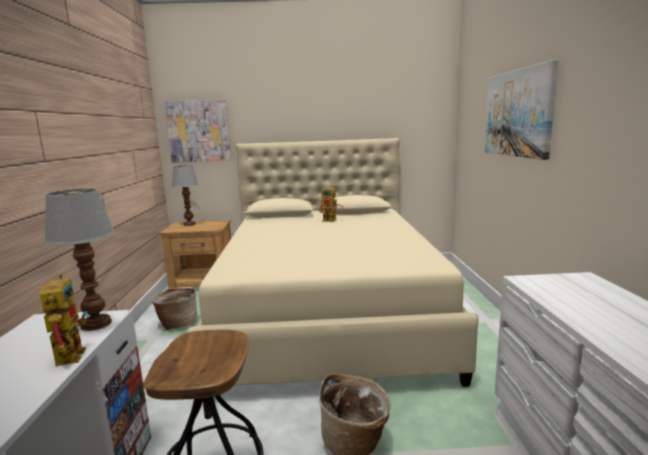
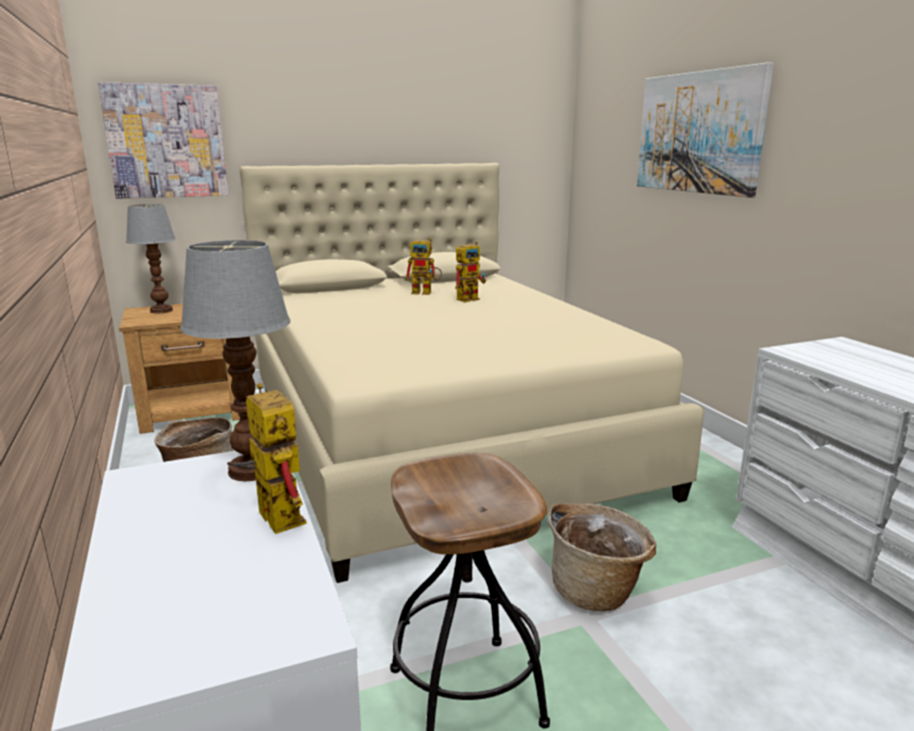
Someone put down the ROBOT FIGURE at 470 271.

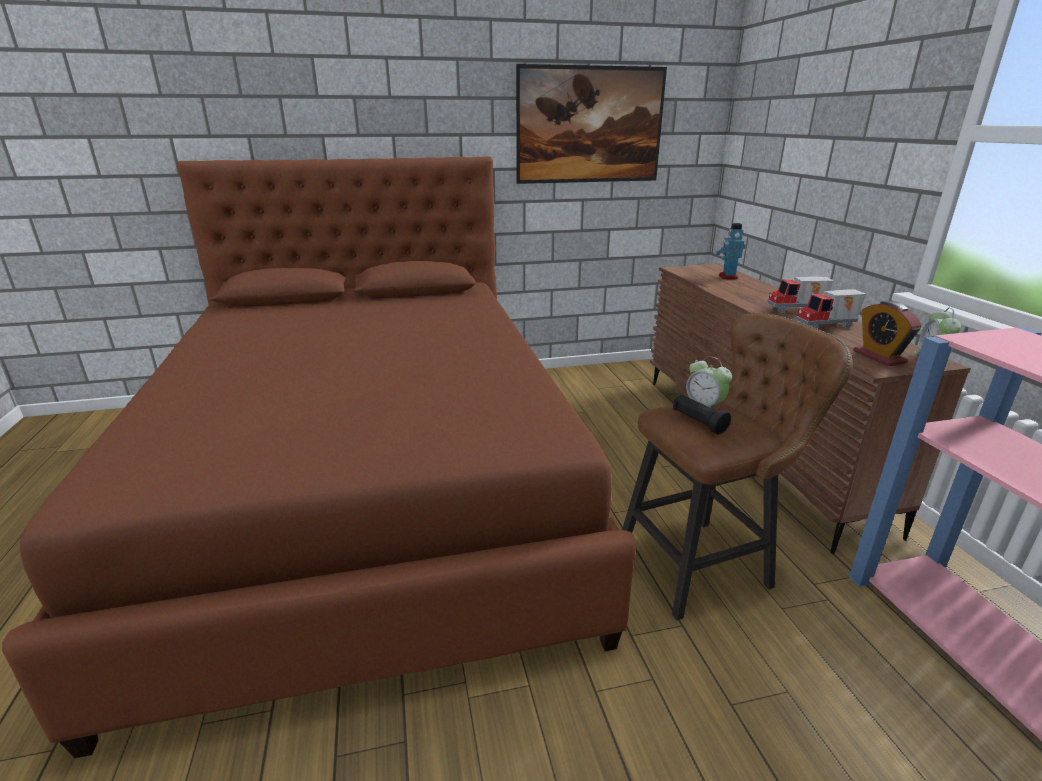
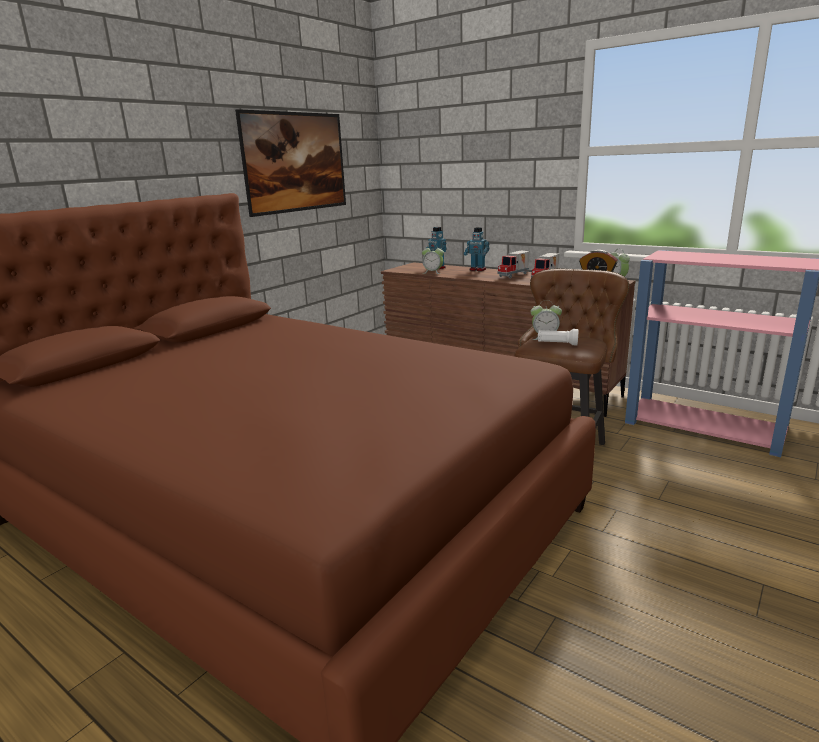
Someone repainted the BLACK-COLOURED FLASHLIGHT at 702 414, which became the WHITISH FLASHLIGHT at 558 337. Someone put down the ROBOT FIGURE at 476 249. Someone put down the ALARM CLOCK at 433 259.

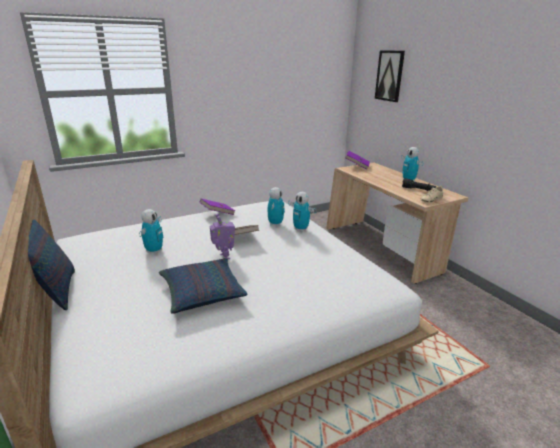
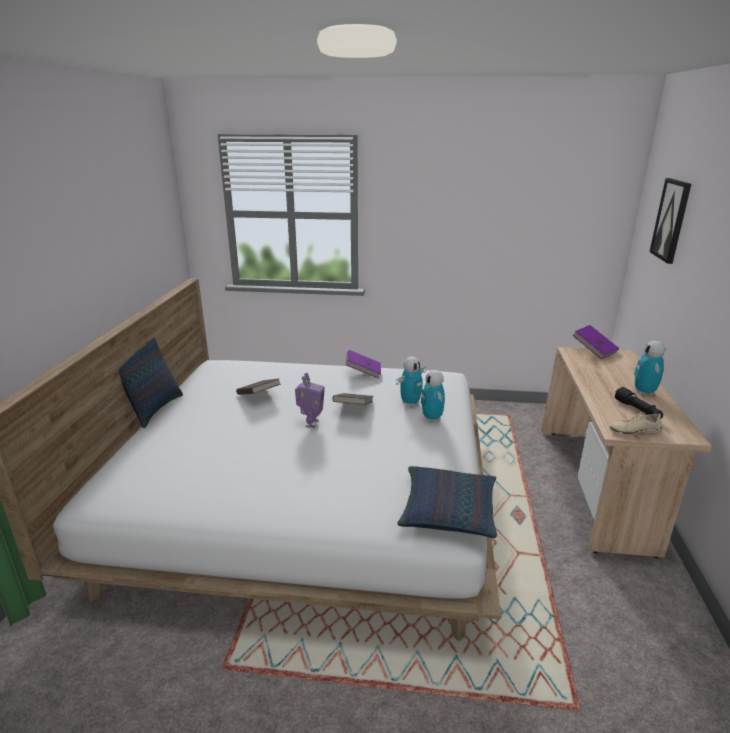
Someone swapped the ROBOT FIGURE at 151 231 for the BROWN BOOK at 258 386. Someone carried the BLUE-COLOURED THROW PILLOW from 203 286 to 447 502.

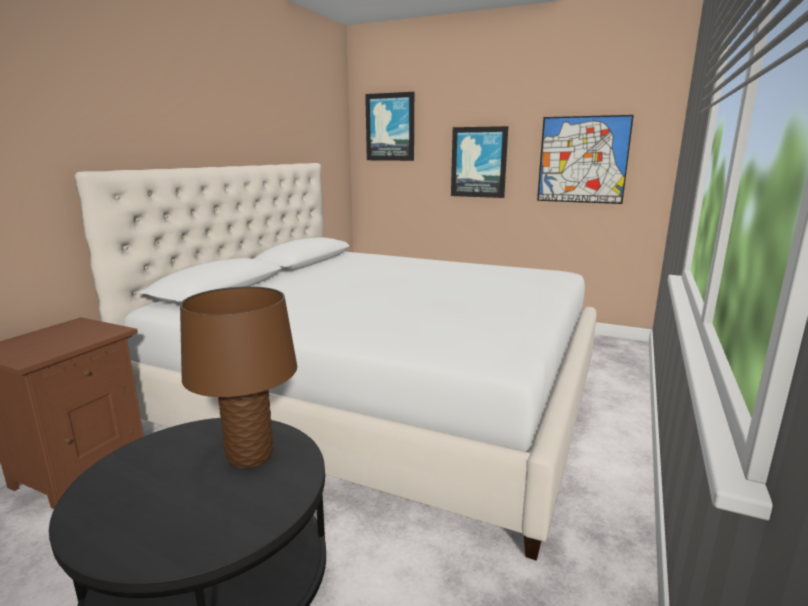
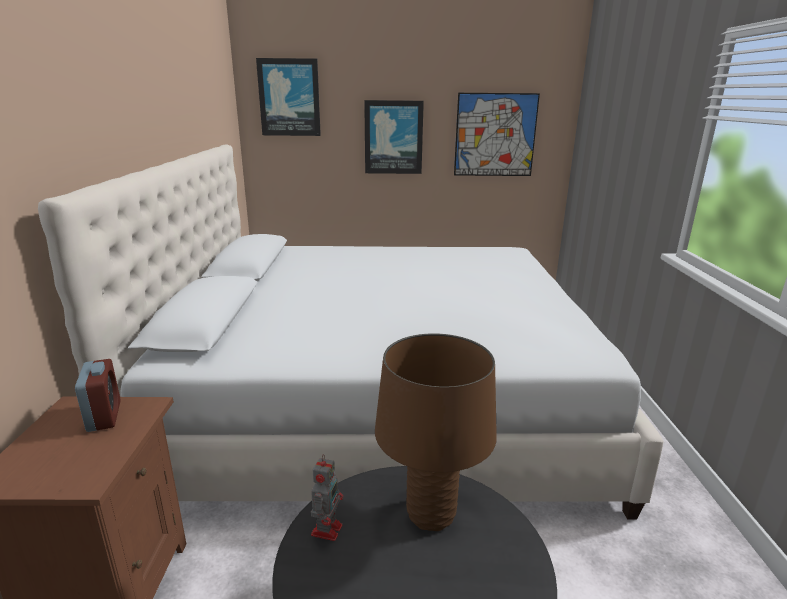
Someone put down the ALARM CLOCK at 98 395. Someone put down the ROBOT FIGURE at 327 497.

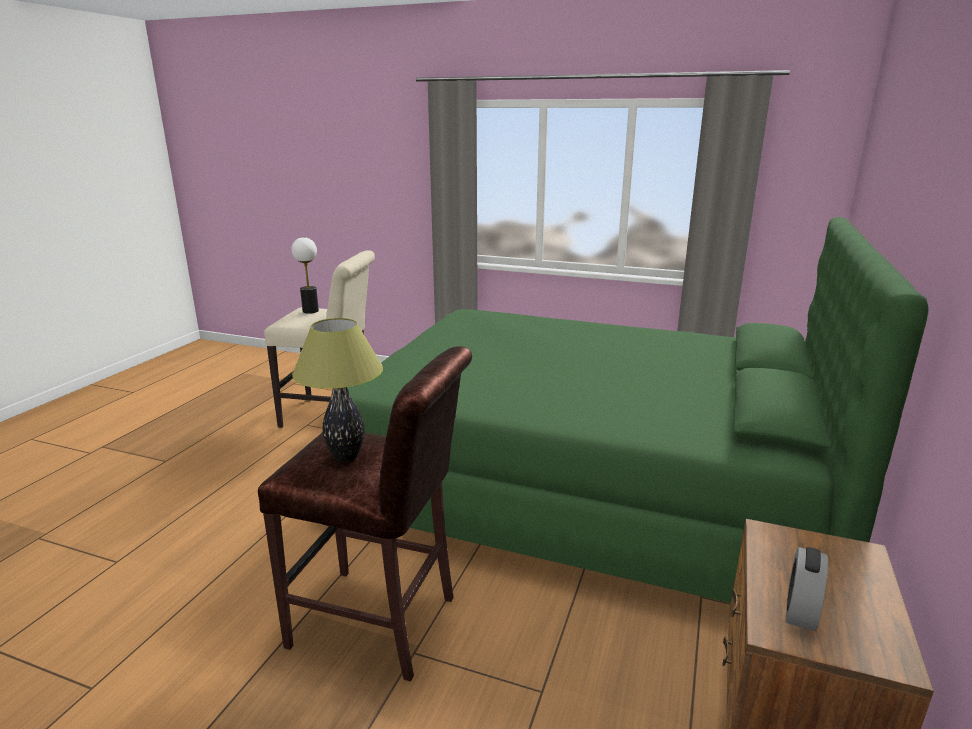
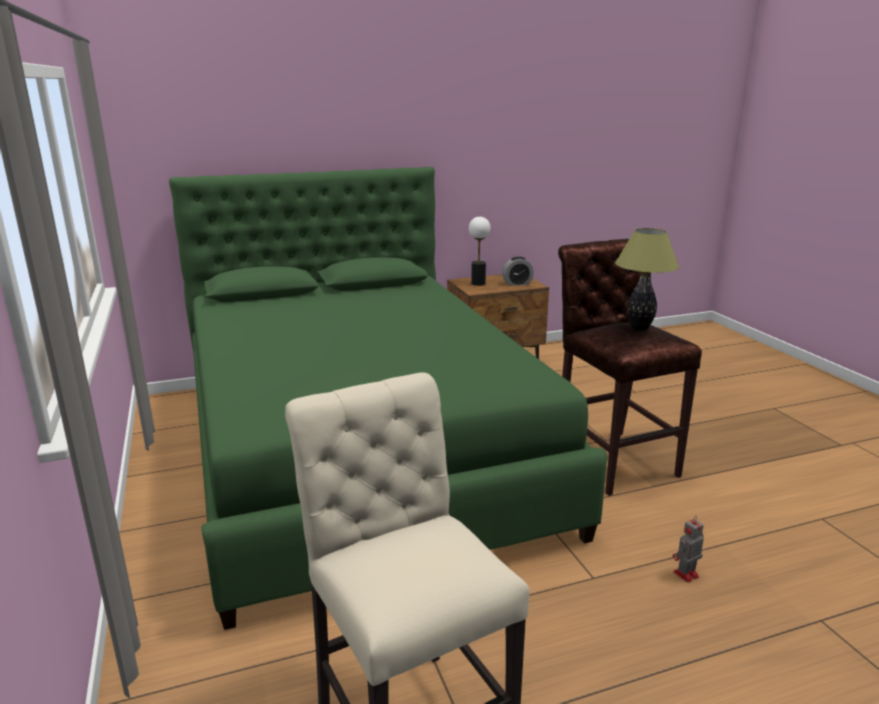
Someone carried the TABLE LAMP from 305 275 to 480 251. Someone put down the ROBOT FIGURE at 688 549.

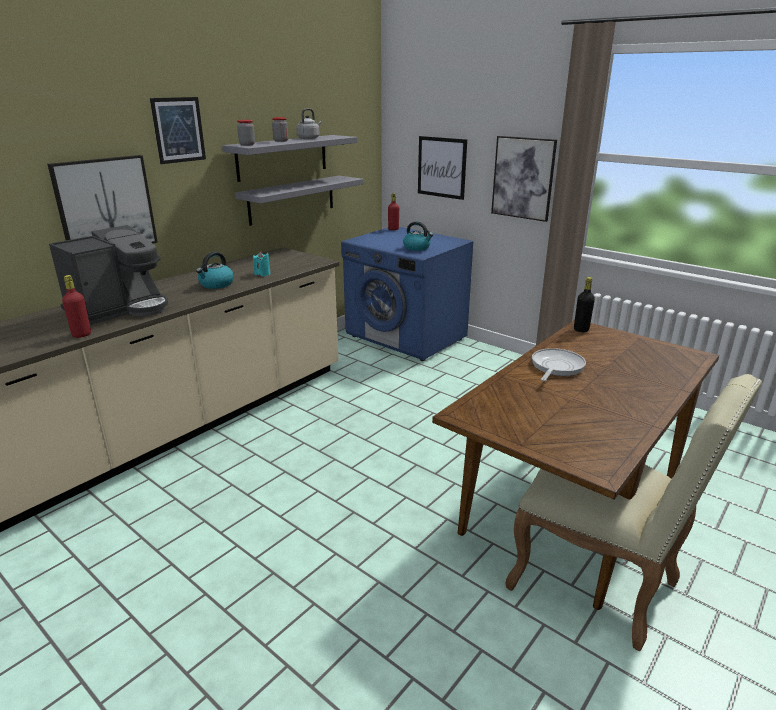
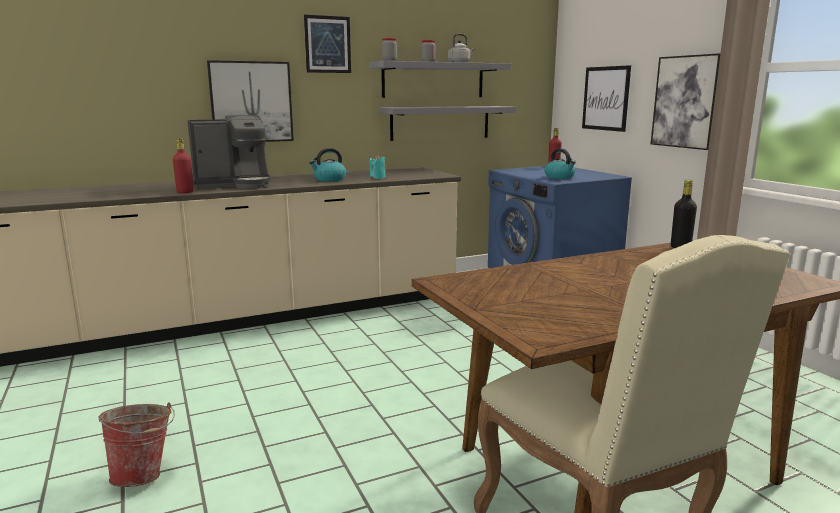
Someone took away the PAN at 559 364. Someone put down the PAIL at 136 444.

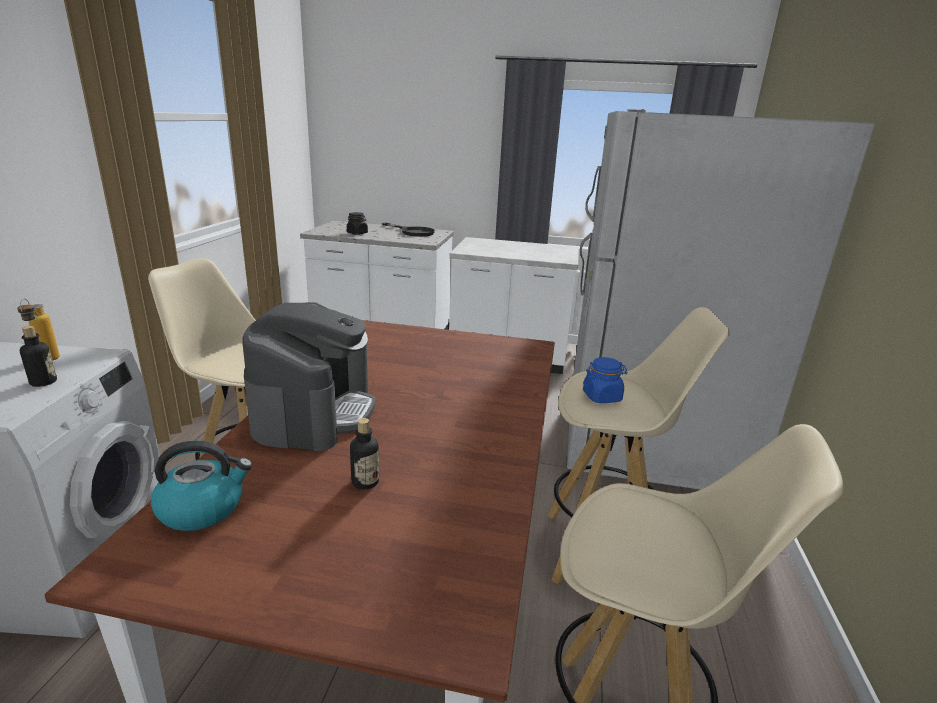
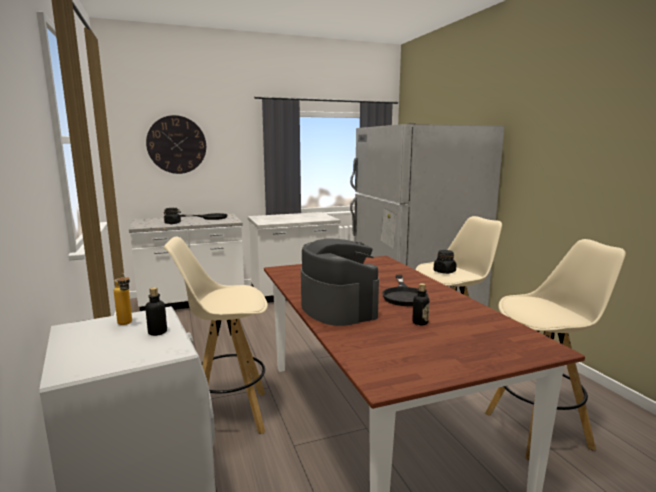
Someone repainted the BLUE-COLOURED PRESERVE JAR at 605 380, which became the BLACK-COLOURED PRESERVE JAR at 444 262. Someone took away the WATER KETTLE at 201 485. Someone put up the CLOCK ON THE WALL at 176 144. Someone put down the BLACK-COLOURED PAN at 405 290.

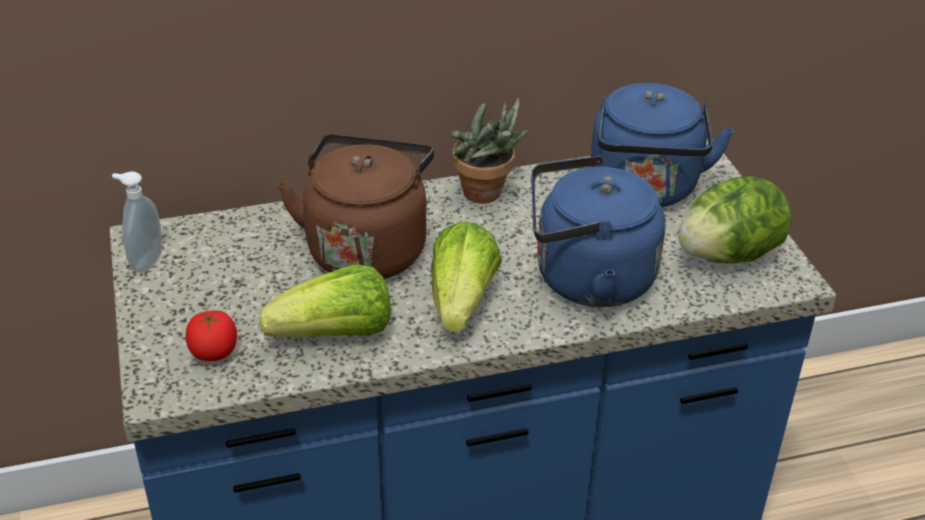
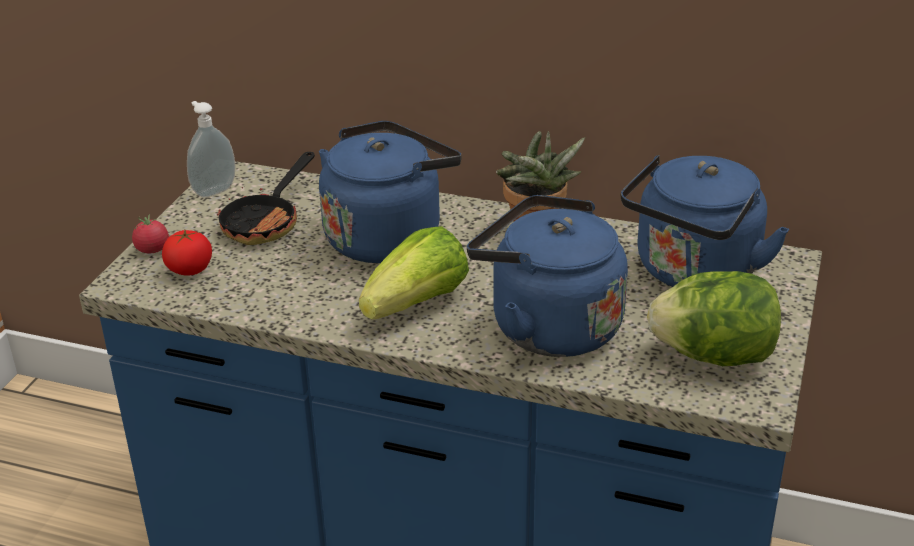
Someone repainted the BROWN WATER KETTLE at 355 206, which became the BLUE-COLOURED WATER KETTLE at 390 192. Someone took away the HEAD OF LETTUCE at 325 301. Someone put down the PAN at 266 198. Someone put down the FRESH TOMATO at 150 233.

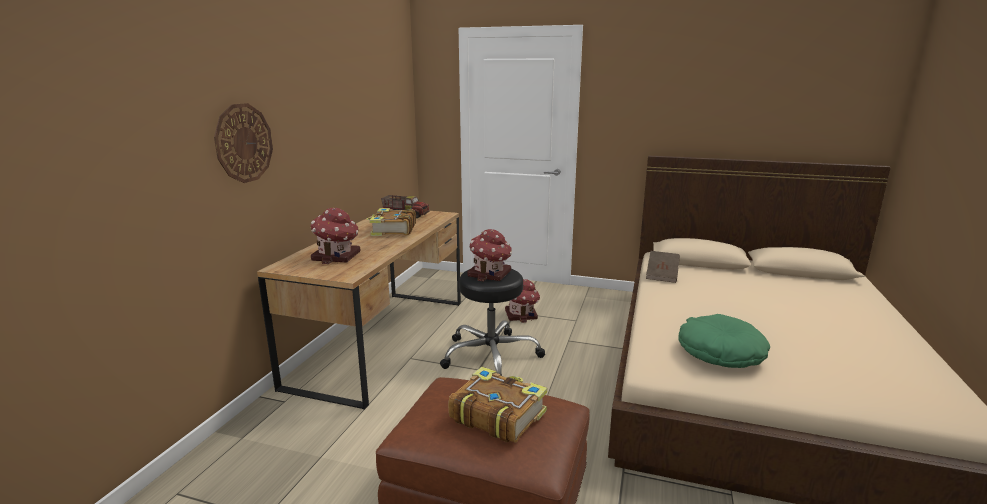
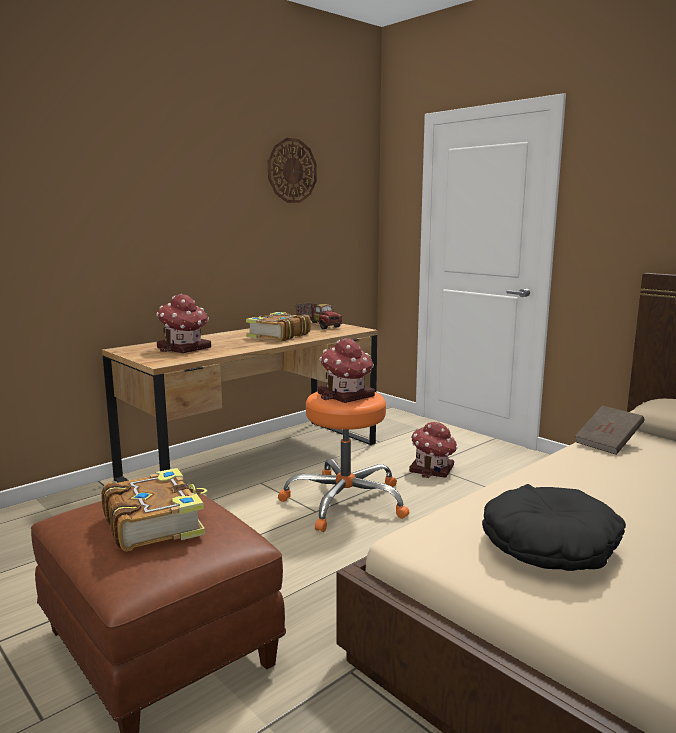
Someone carried the CLOCK ON THE WALL from 243 143 to 292 170. Someone repainted the BLACK-COLOURED SITTING STOOL at 492 322, which became the ORANGE-COLOURED SITTING STOOL at 343 461. Someone repainted the GREEN THROW PILLOW at 724 341, which became the BLACK-COLOURED THROW PILLOW at 554 527.

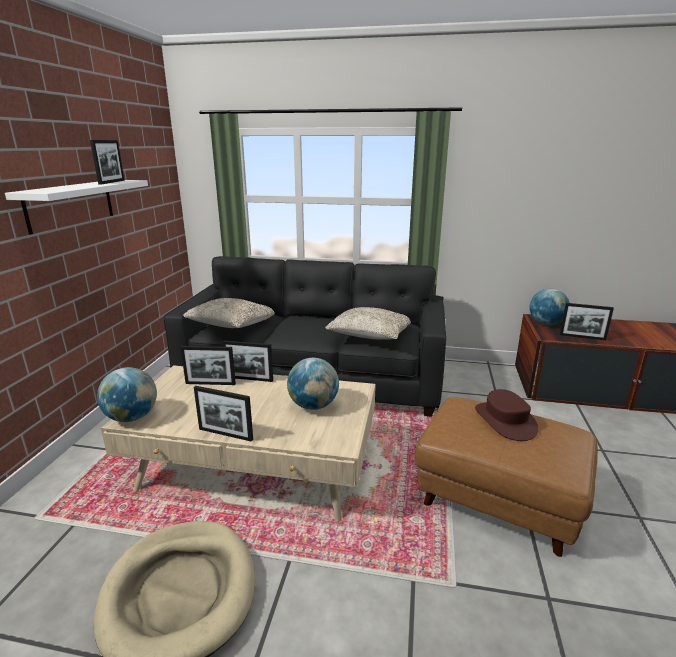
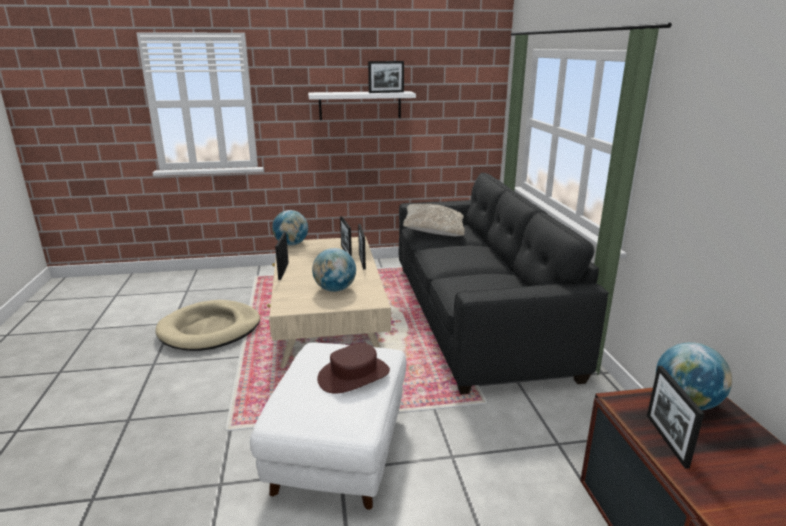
Someone took away the BEIGE THROW PILLOW at 368 323. Someone repainted the BROWN OTTOMAN at 506 477, which became the WHITISH OTTOMAN at 328 426.

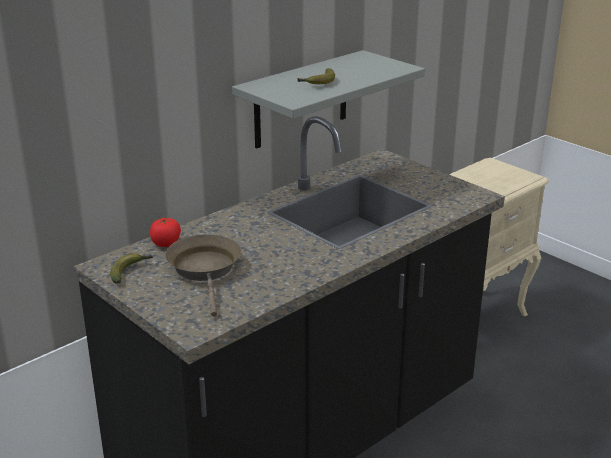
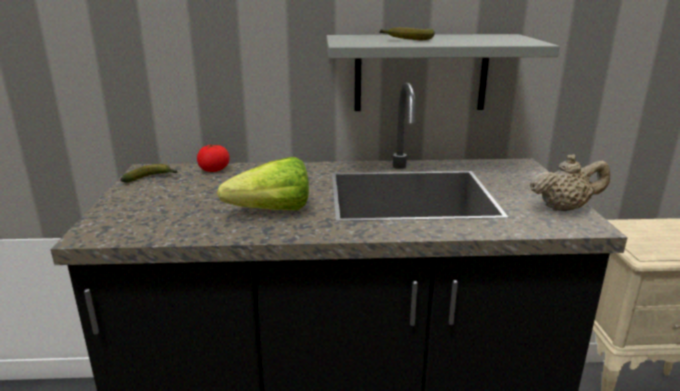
Someone took away the BROWN PAN at 203 275. Someone put down the BEIGE TEAPOT at 570 182. Someone put down the HEAD OF LETTUCE at 263 183.

